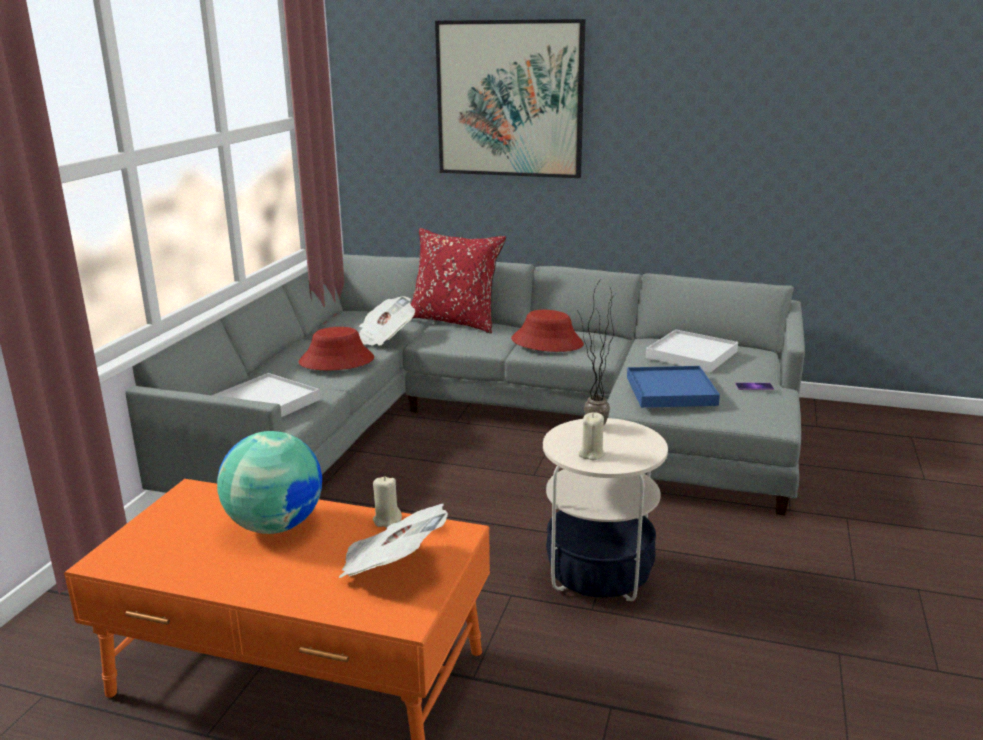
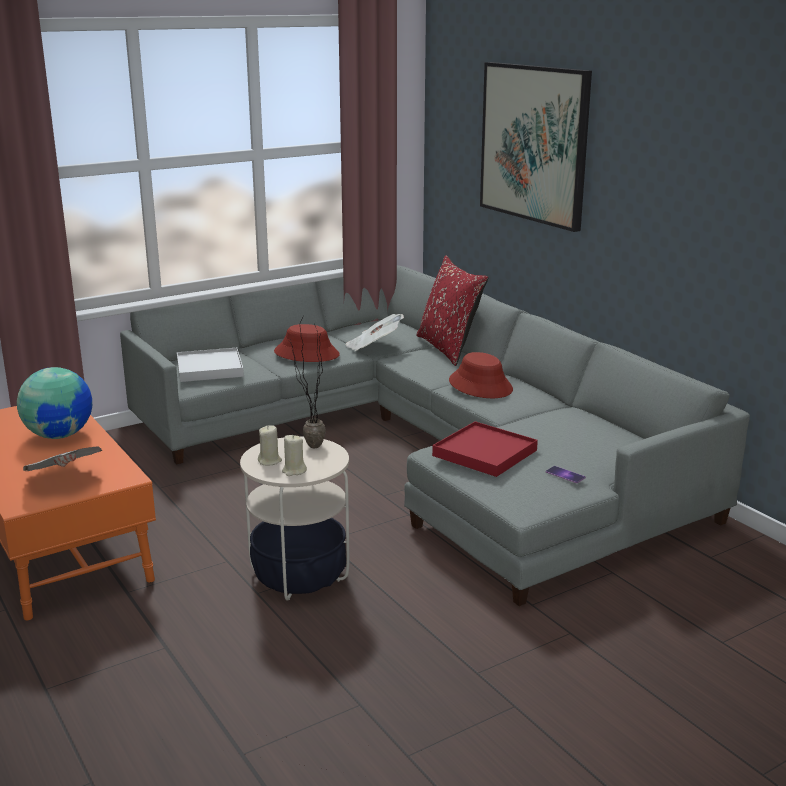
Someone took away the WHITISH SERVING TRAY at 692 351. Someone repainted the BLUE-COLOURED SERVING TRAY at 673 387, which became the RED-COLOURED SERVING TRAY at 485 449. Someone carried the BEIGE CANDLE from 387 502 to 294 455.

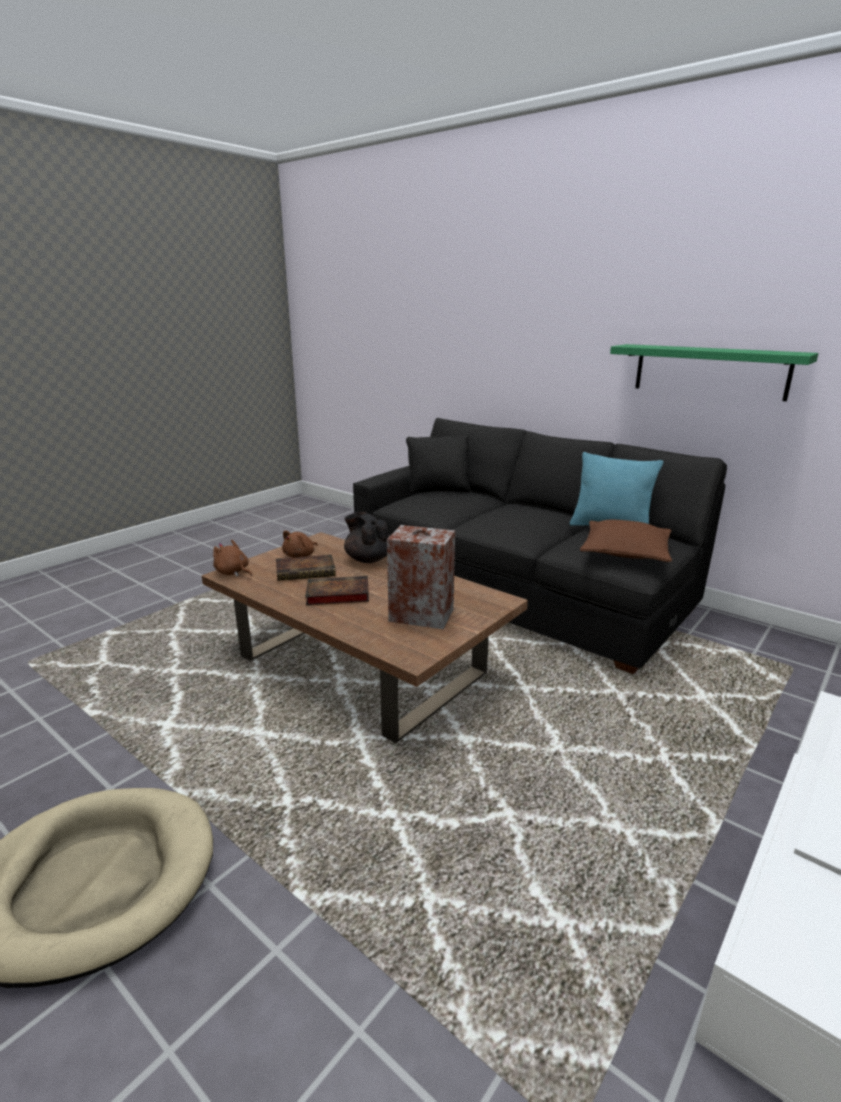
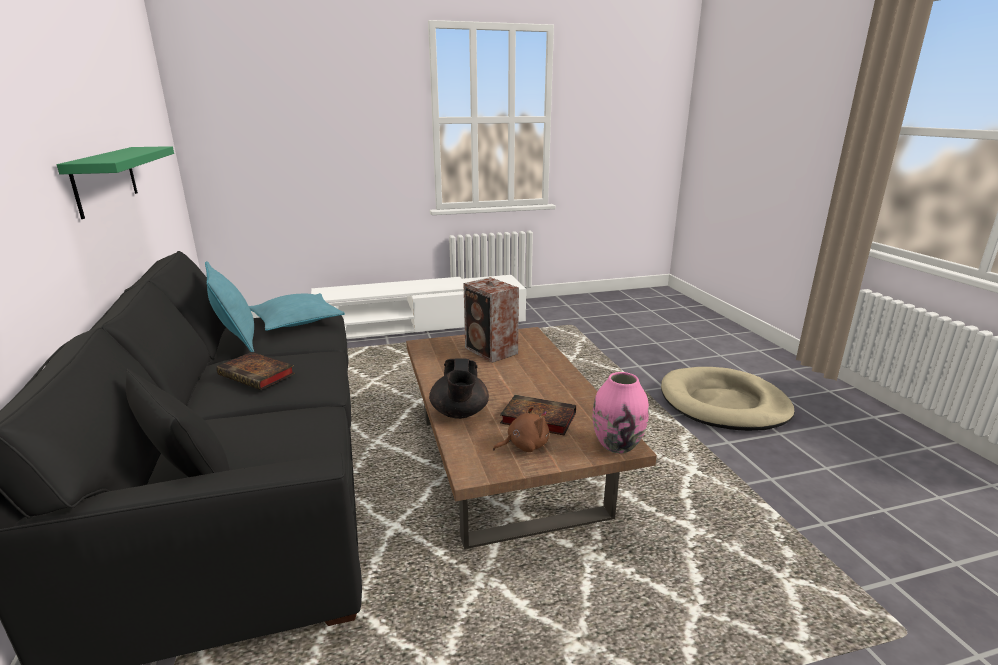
Someone repainted the BROWN THROW PILLOW at 626 541, which became the BLUE-GREEN THROW PILLOW at 297 312. Someone swapped the BROWN PLUSH TOY at 232 558 for the PINKISH DECORATIVE VASE at 621 413. Someone carried the BOOK from 337 590 to 256 371.

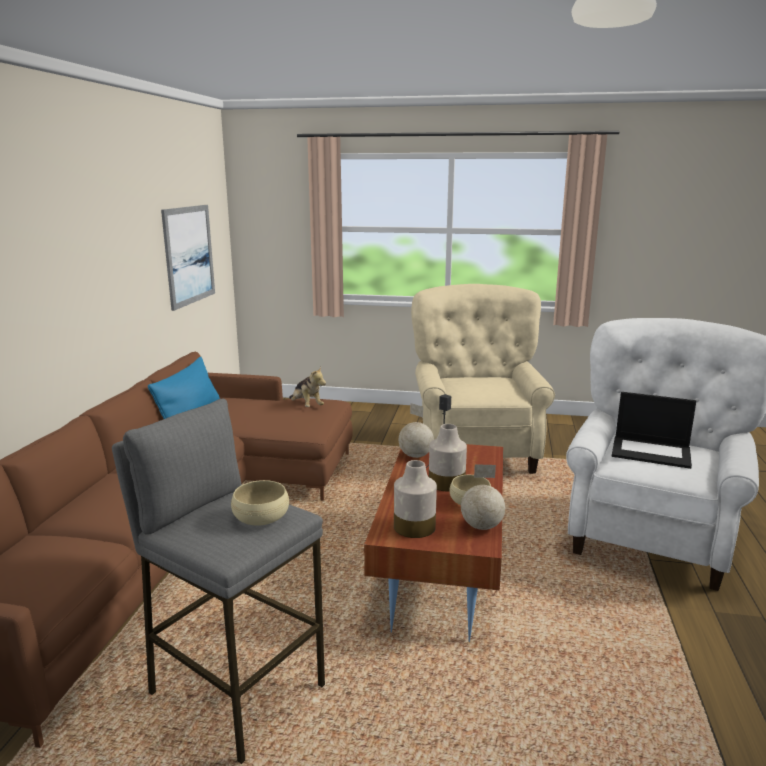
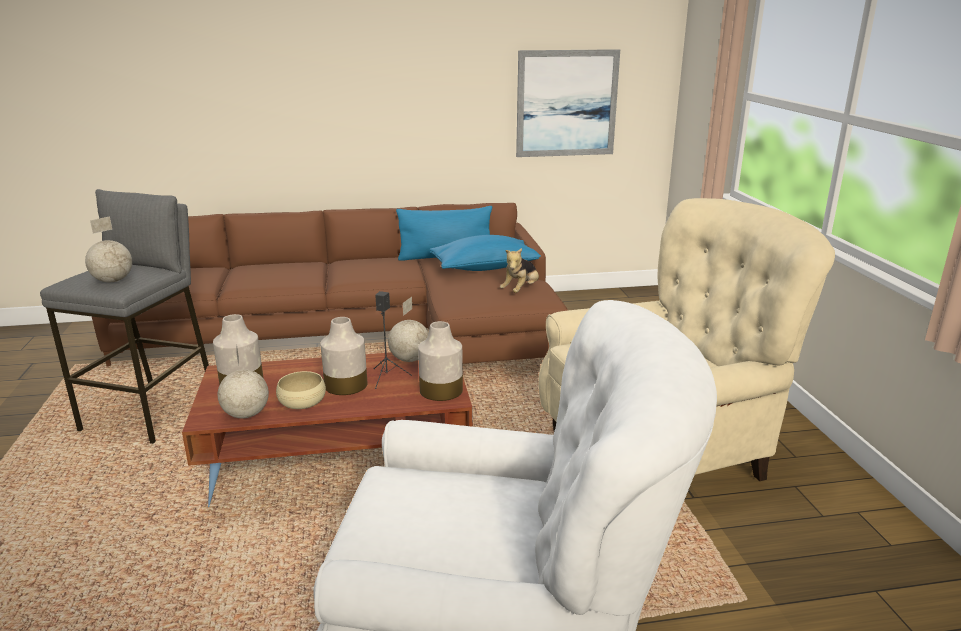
Someone took away the LAPTOP at 654 430. Someone swapped the BEIGE BOWL at 260 503 for the WORLD GLOBE at 108 249. Someone put down the BLUE-COLOURED THROW PILLOW at 485 253. Someone put down the BEIGE DECORATIVE VASE at 440 361.

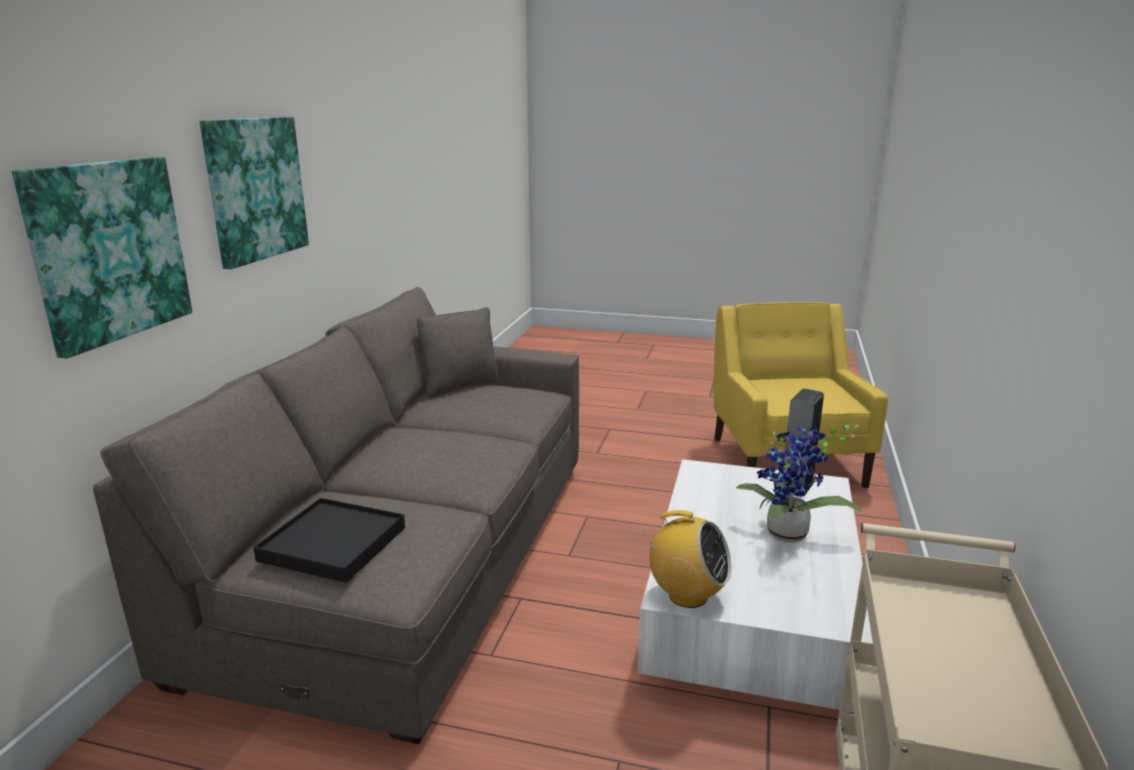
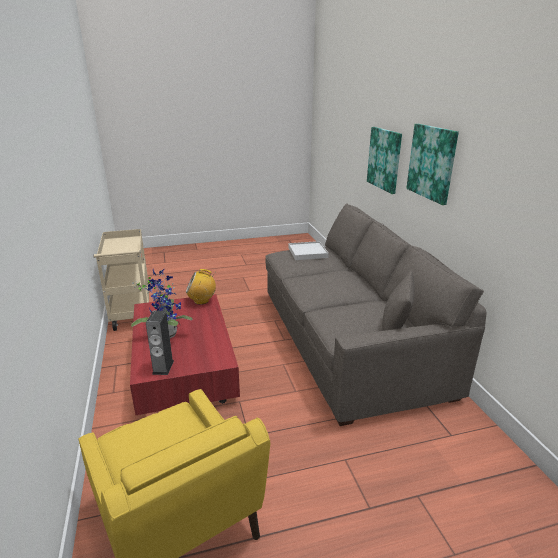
Someone repainted the WHITISH LOW TABLE at 755 586, which became the RED-COLOURED LOW TABLE at 185 354. Someone repainted the BLACK-COLOURED SERVING TRAY at 329 540, which became the WHITISH SERVING TRAY at 308 250.

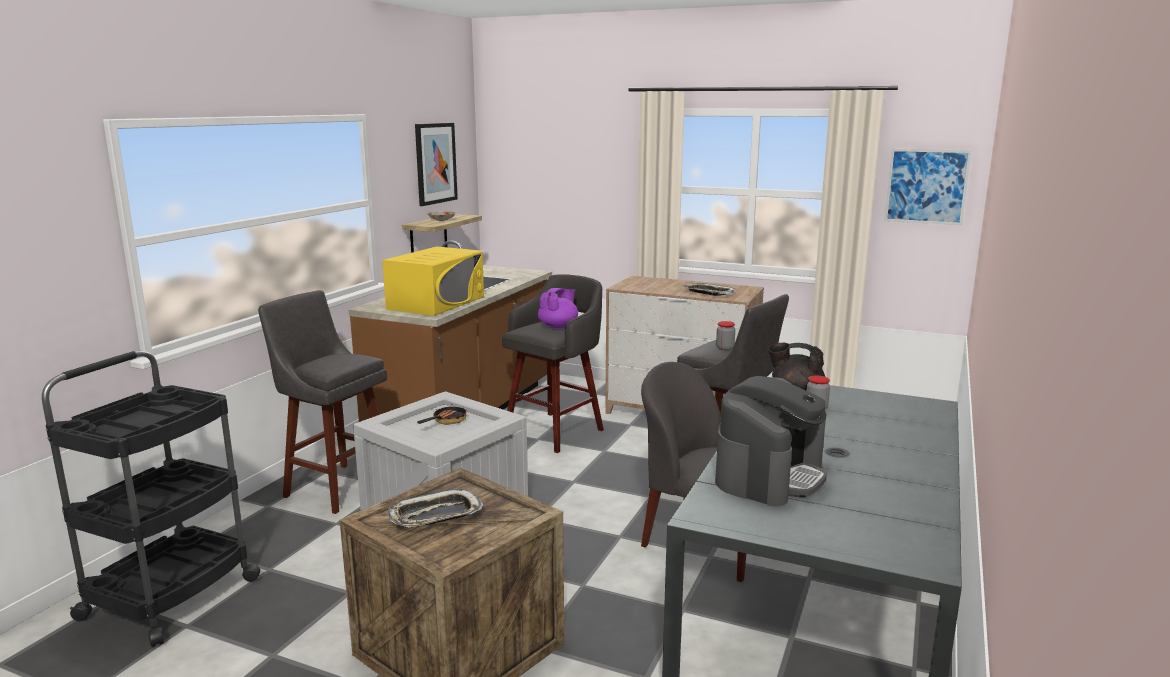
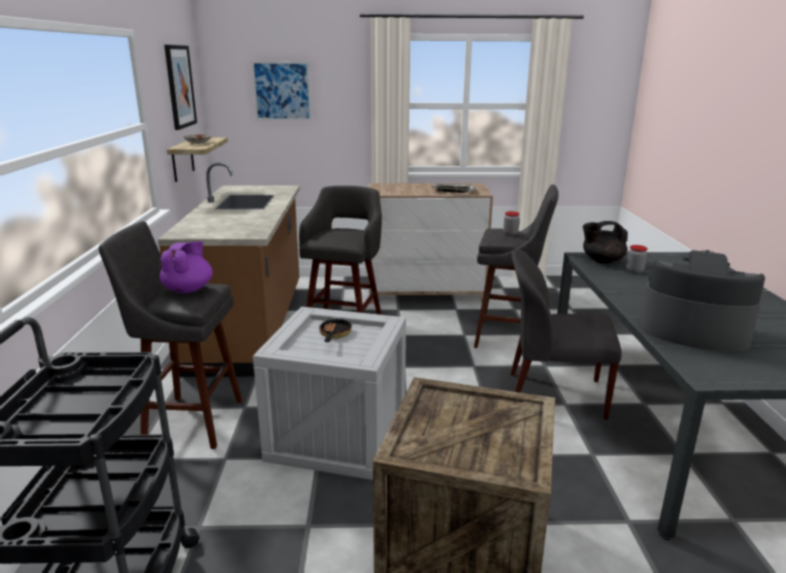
Someone carried the PICTURE from 928 187 to 281 90. Someone took away the YELLOW-COLOURED KITCHEN MICROWAVE at 433 281. Someone carried the PURPLISH TEAPOT from 558 308 to 186 267. Someone rotated the COFFEE MAKER at 771 441 by 75 degrees counterclockwise. Someone took away the SERVING TRAY at 435 508.

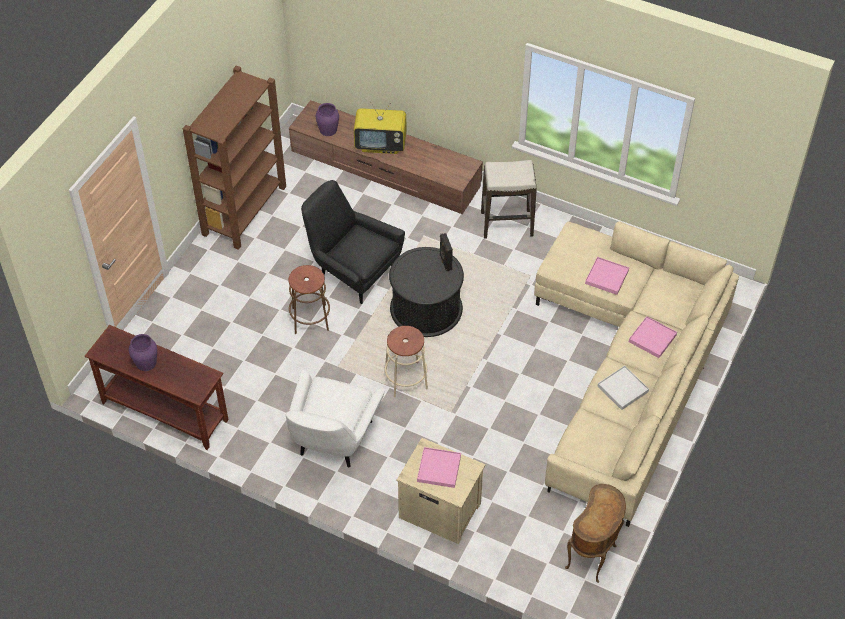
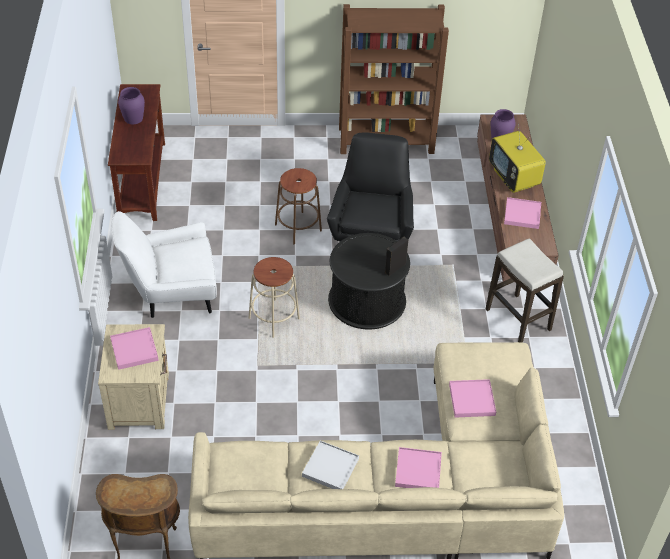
Someone put down the PINKISH SERVING TRAY at 522 213.

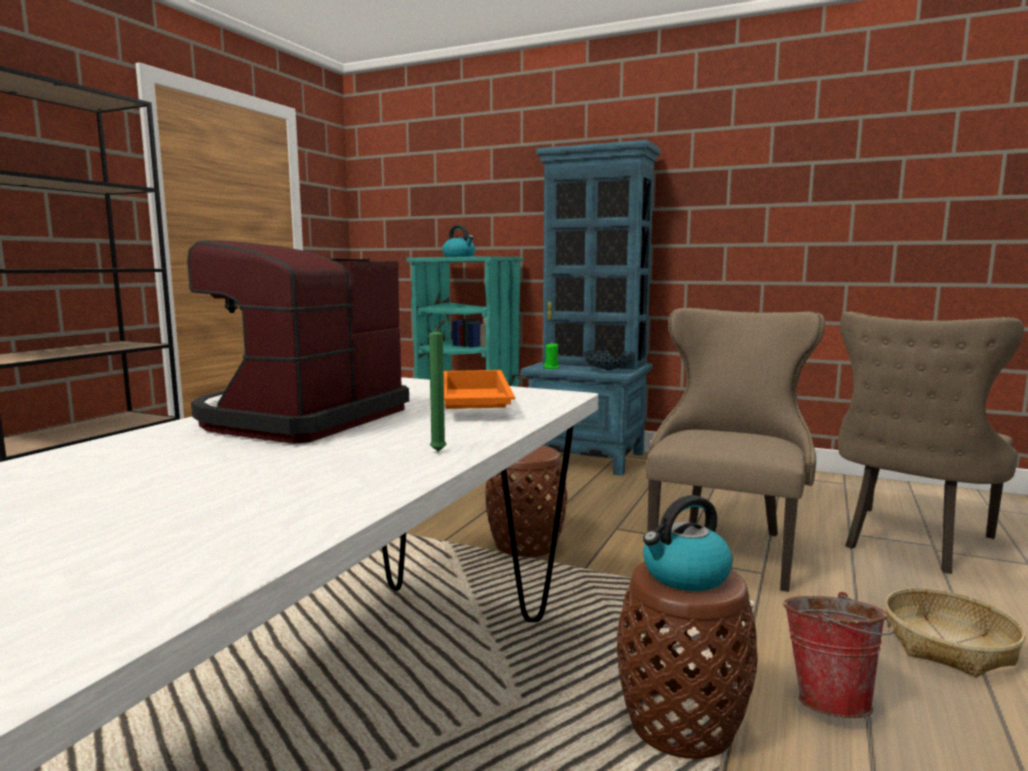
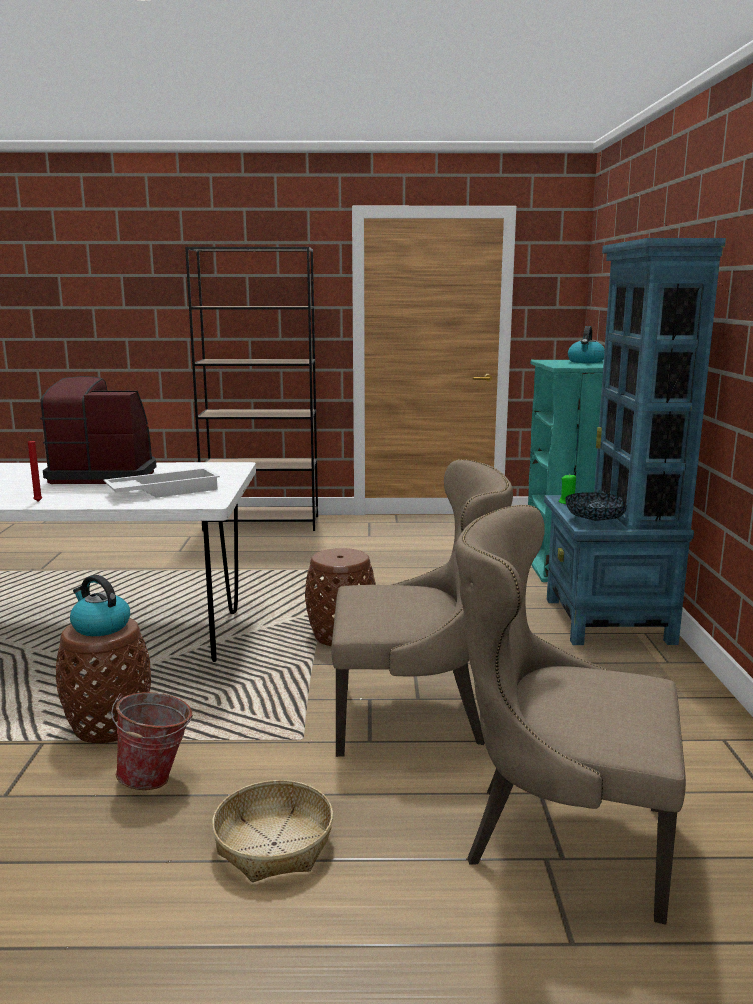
Someone repainted the GREEN CANDLE at 437 386, which became the RED-COLOURED CANDLE at 34 469. Someone repainted the ORANGE-COLOURED SERVING TRAY at 479 389, which became the WHITISH SERVING TRAY at 161 483.

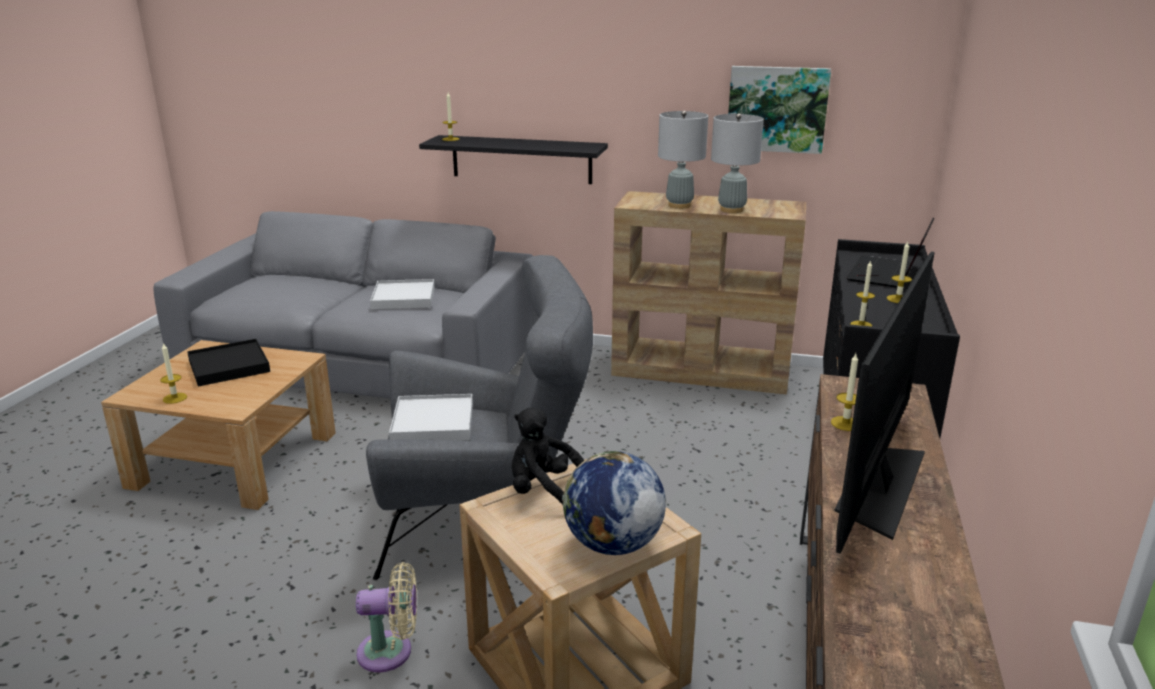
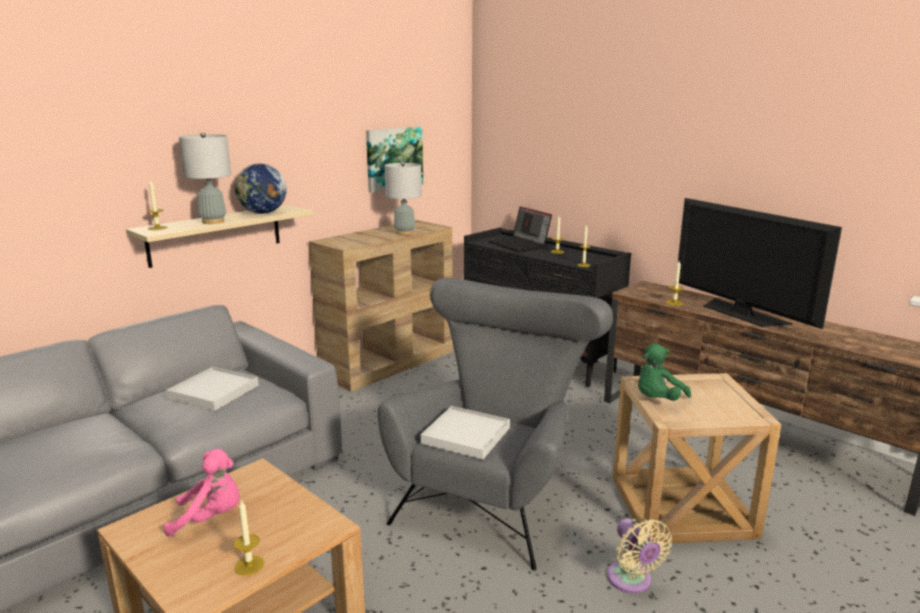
Someone carried the GREY TABLE LAMP from 683 160 to 205 178. Someone repainted the BLACK-COLOURED SHELF at 513 159, which became the BEIGE SHELF at 219 236. Someone swapped the BLACK-COLOURED SERVING TRAY at 228 363 for the PINKISH PLUSH TOY at 201 493. Someone repainted the BLACK-COLOURED PLUSH TOY at 548 456, which became the GREEN PLUSH TOY at 664 372. Someone carried the WORLD GLOBE from 614 503 to 260 188. Someone rotated the BEIGE FAN at 386 617 by 135 degrees clockwise.

